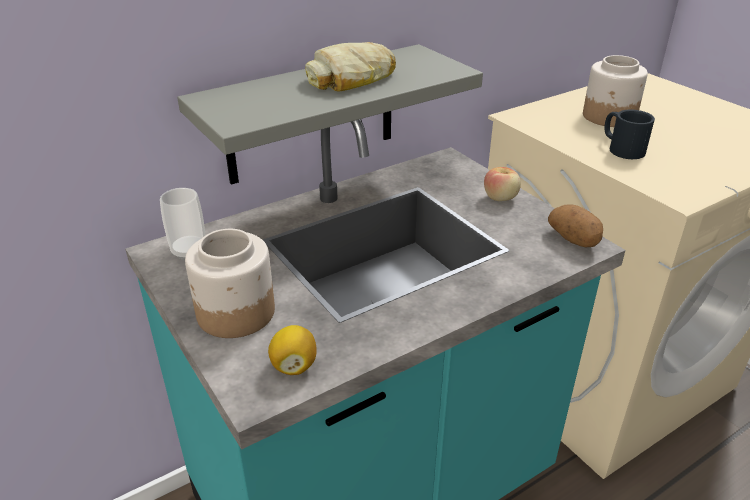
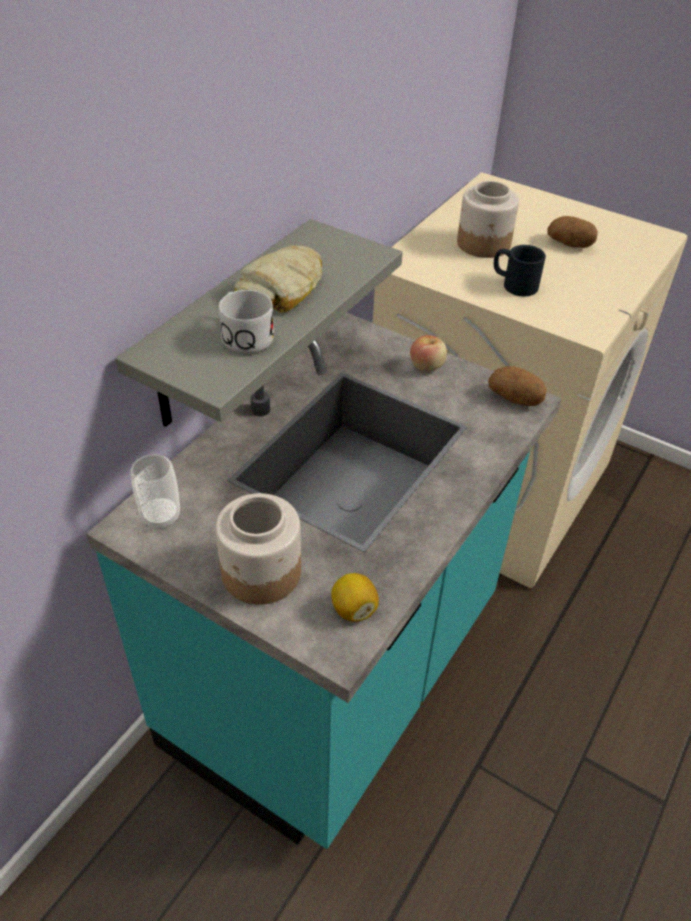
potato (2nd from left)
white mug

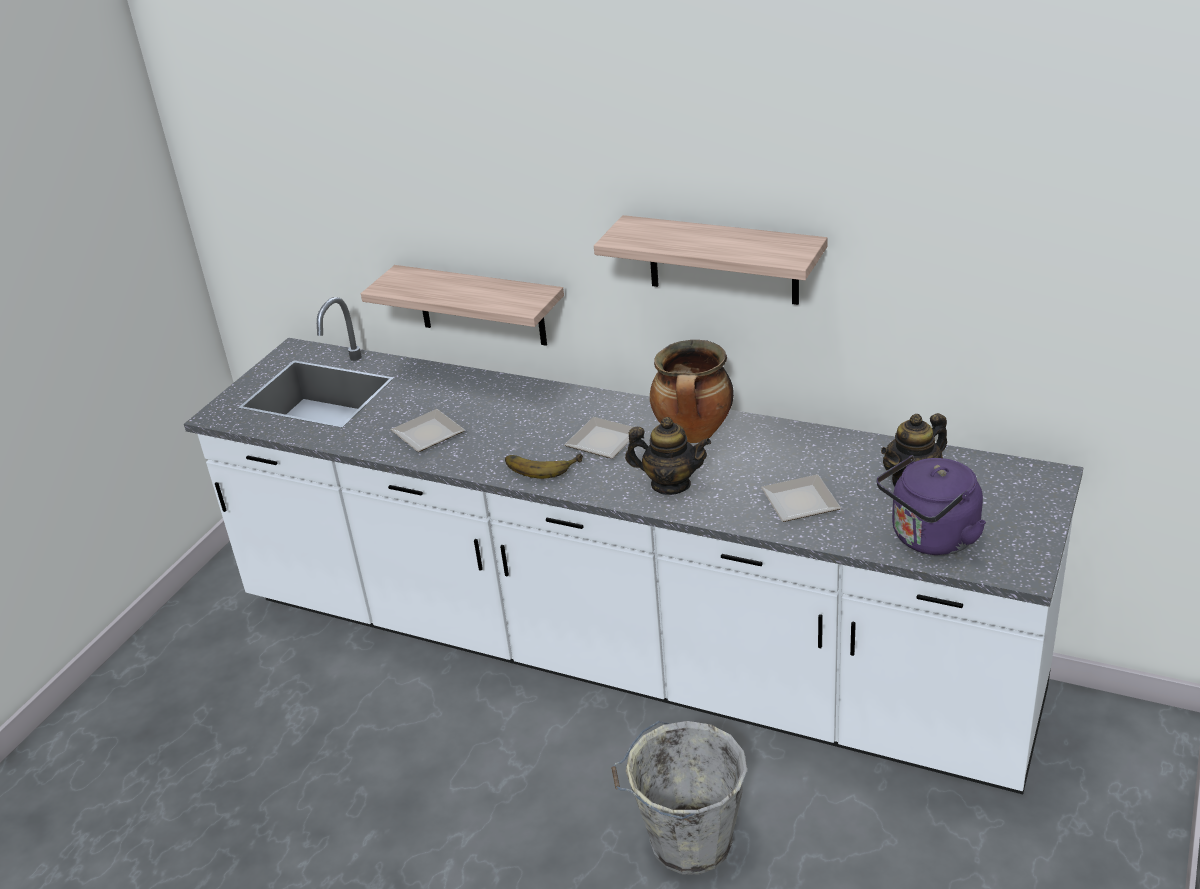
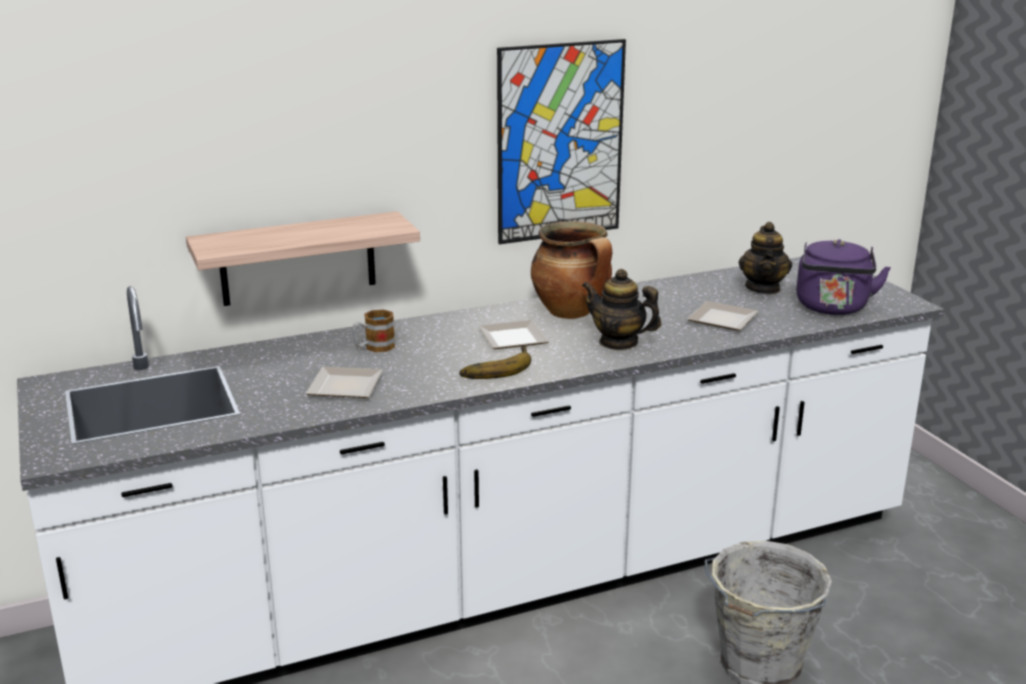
picture
pot for tea (1st from left)
mug

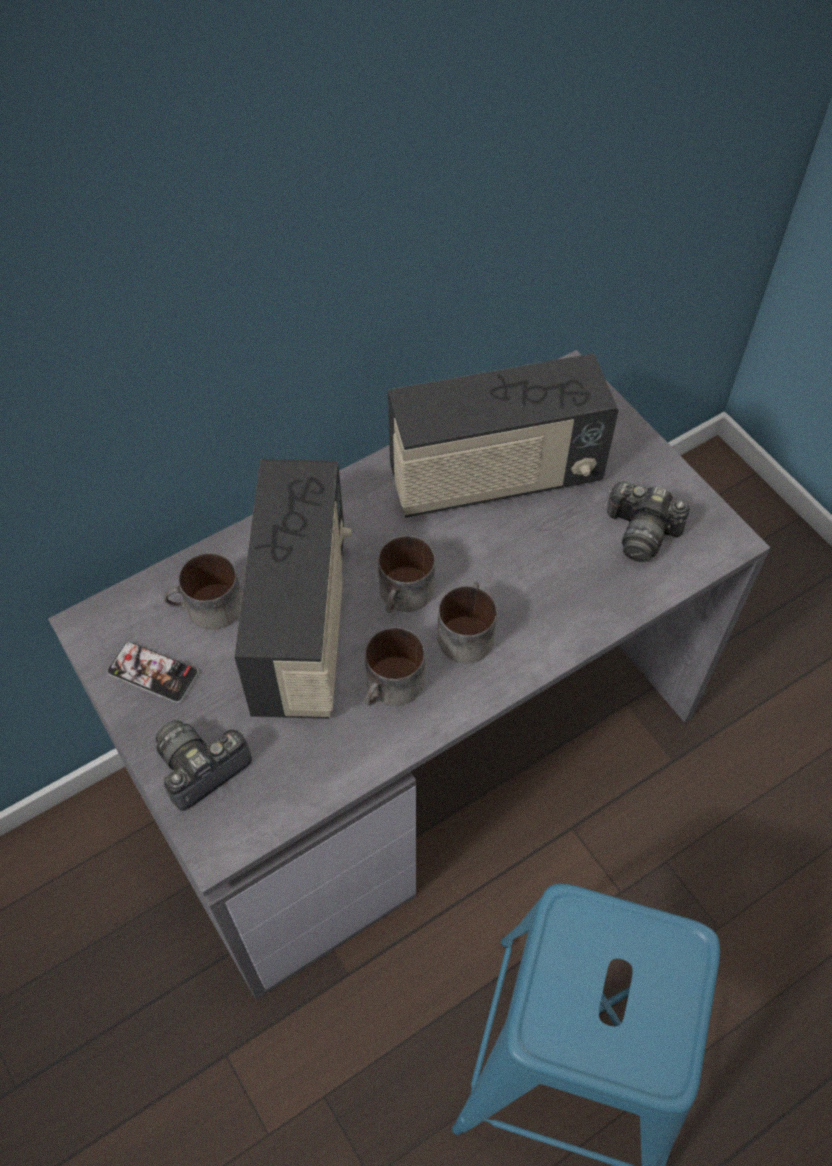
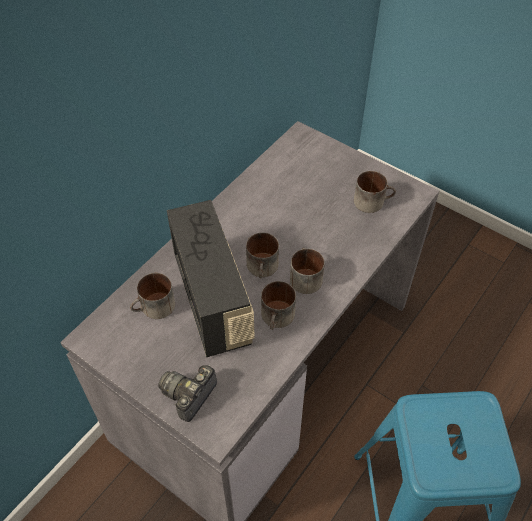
radio receiver (2nd from left in the first image)
mug (5th from left)
phone

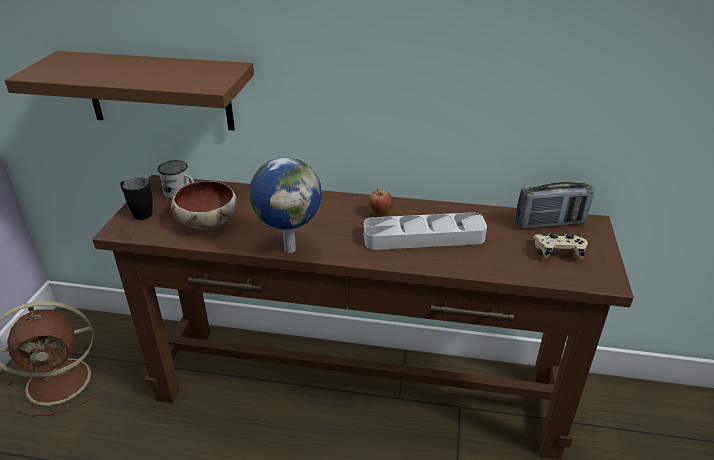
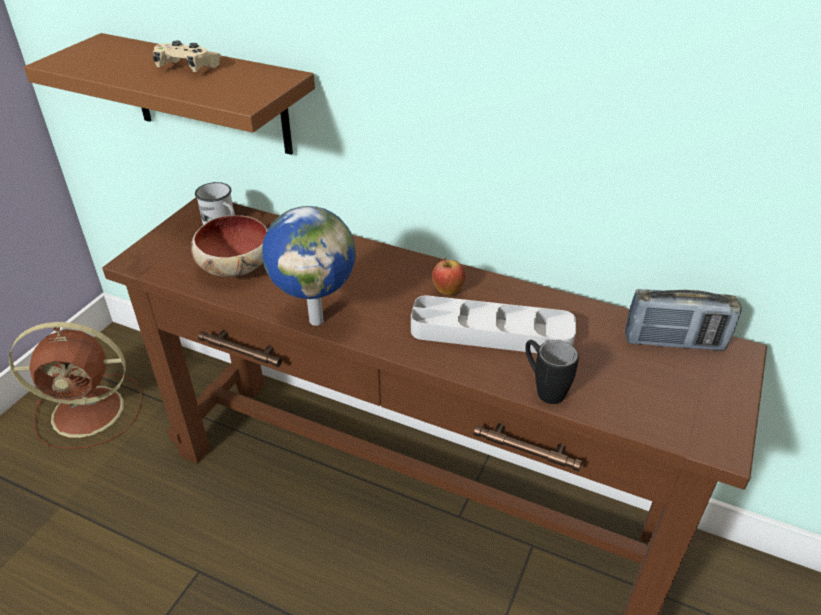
blackish mug
sand-coloured game controller

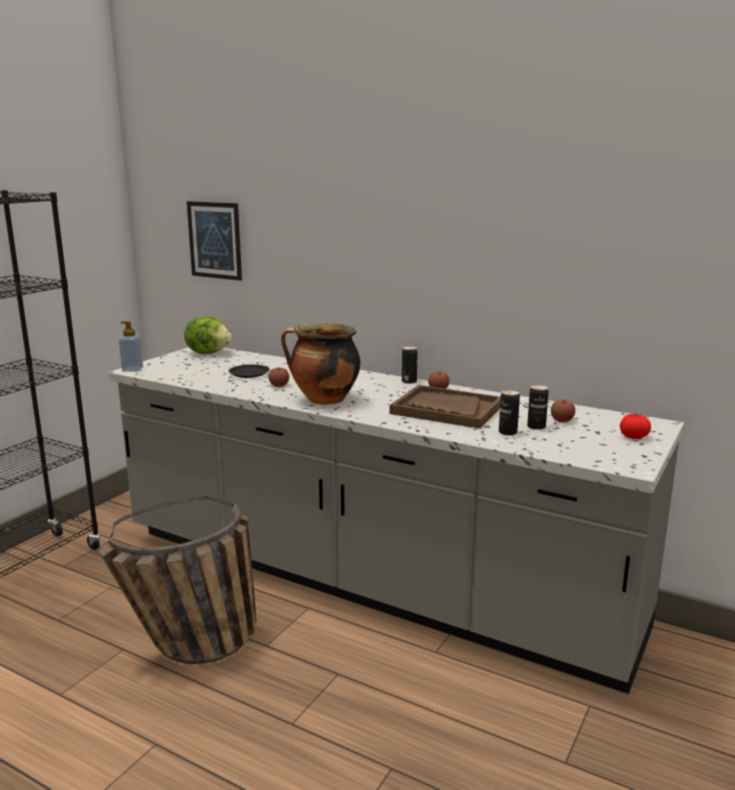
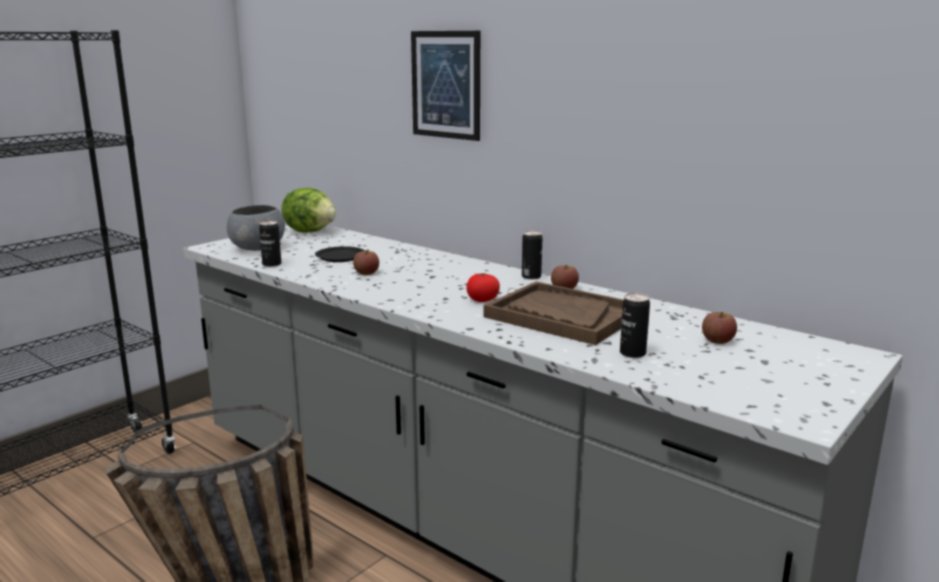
picture
liquid soap bottle
saucepot
sealed can (1st from left)
whole tomato
greyish deep dish

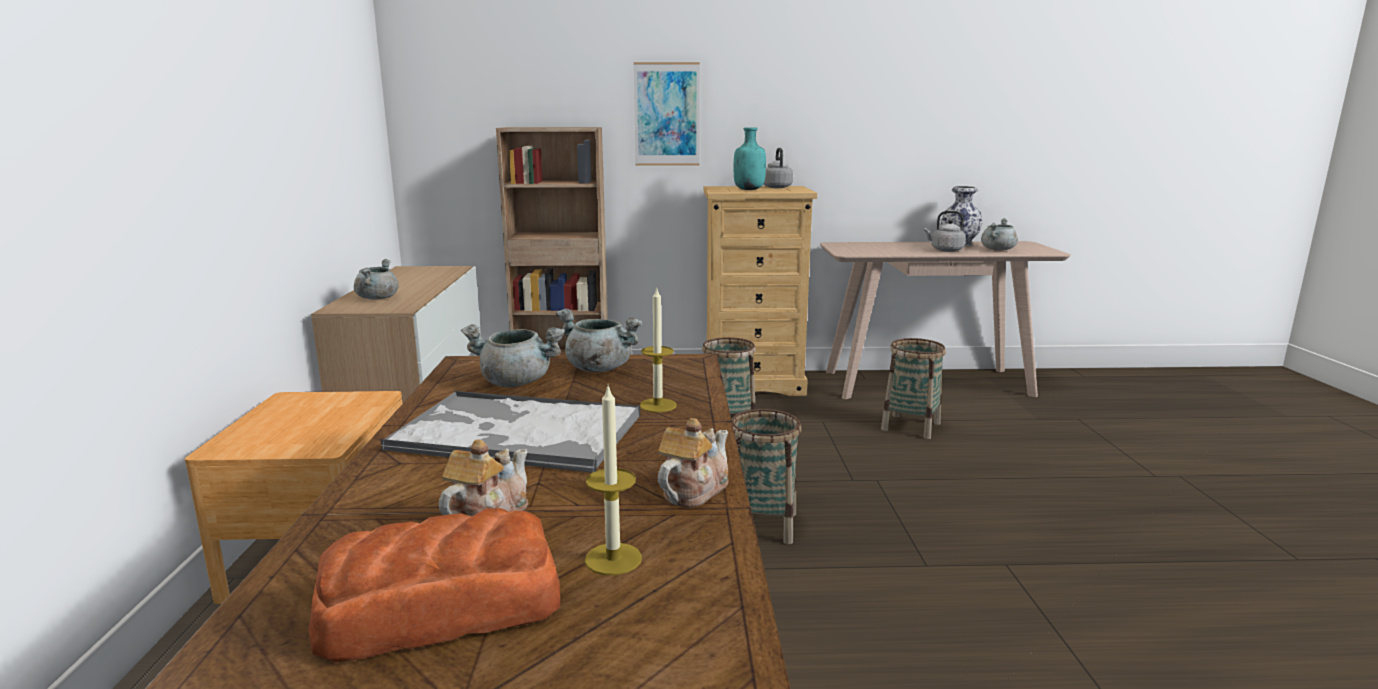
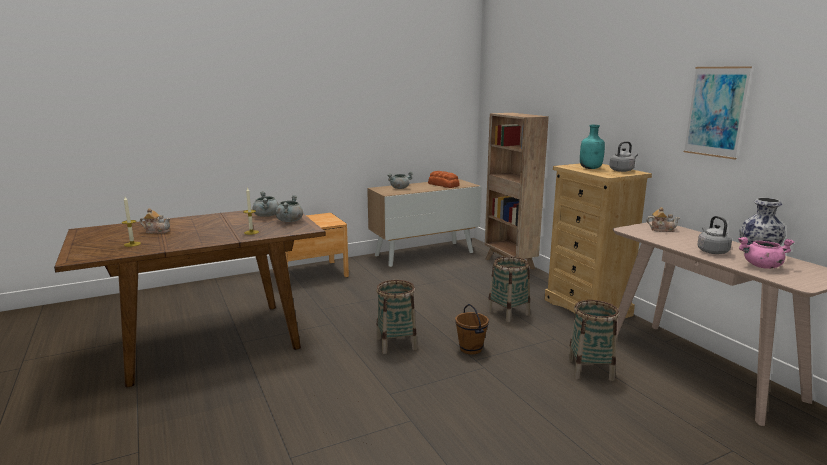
picture
pinkish saucepot
carrying tray
pot for tea (2nd from left)
bread
brown-coloured pail

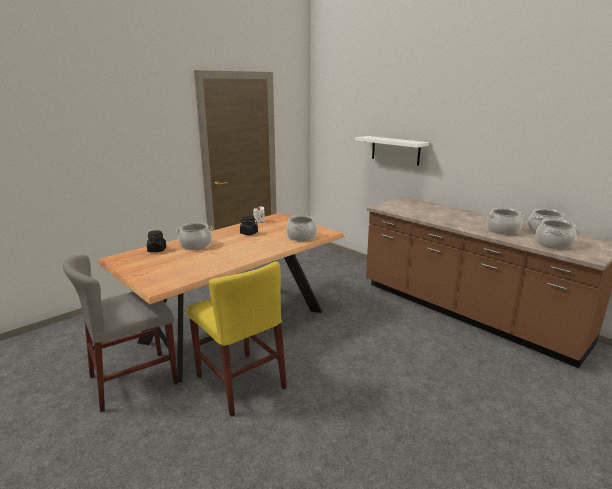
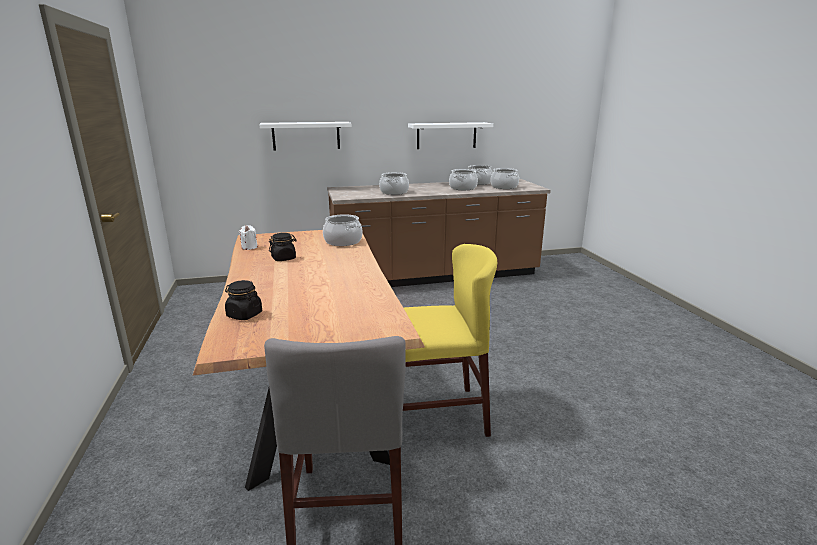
saucepot (2nd from left)
white wall shelf (2nd from left)

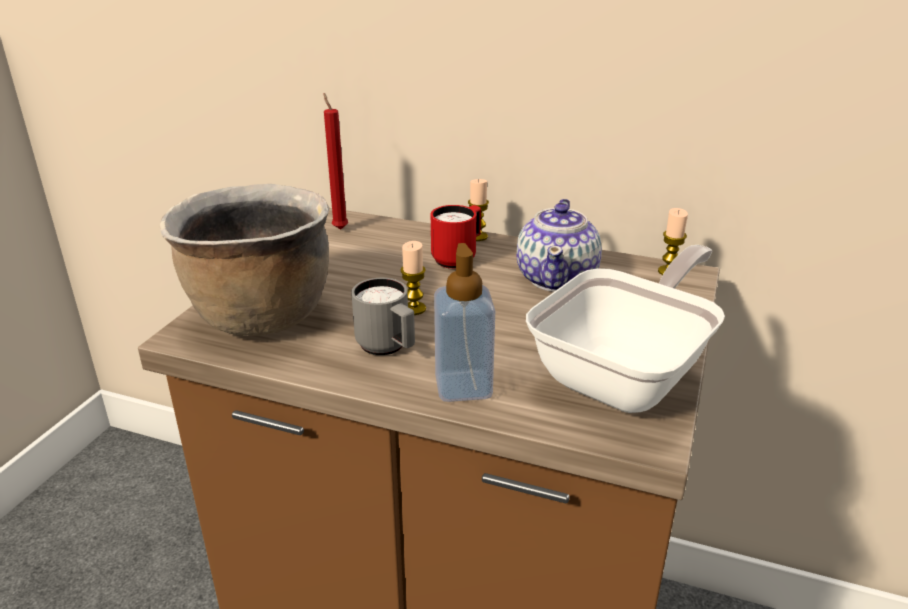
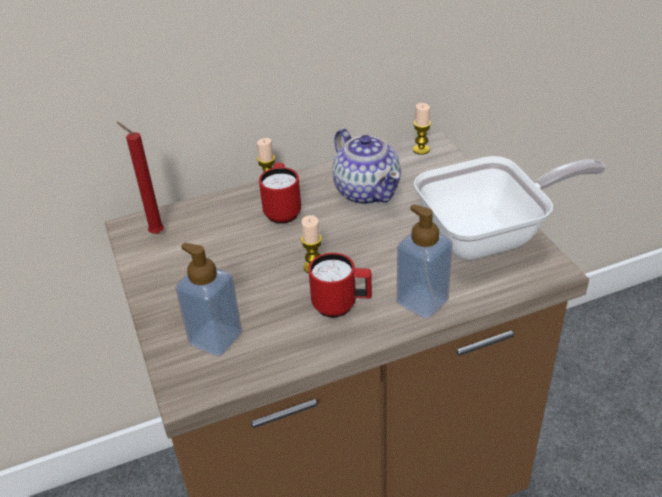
liquid soap bottle (1st from left)
frying pan
reddish mug (2nd from left)

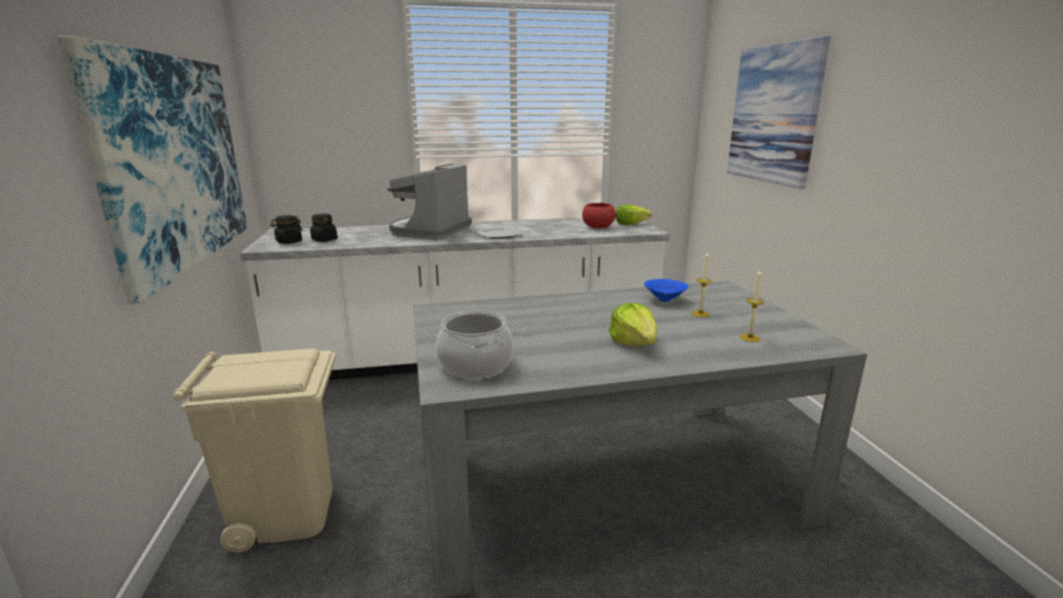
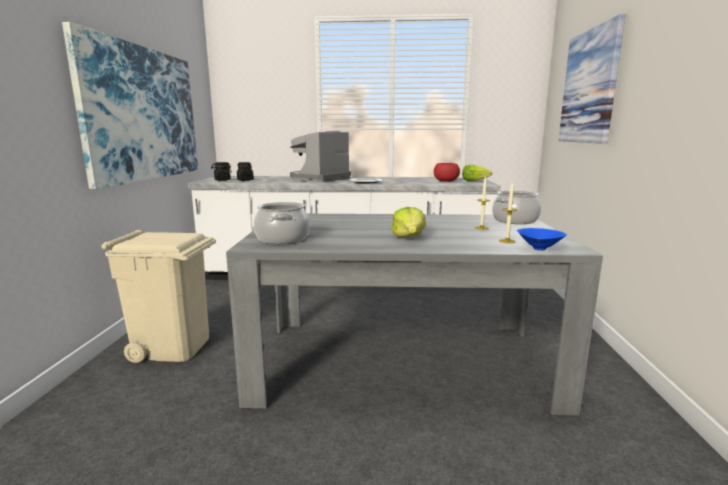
blue deep dish
saucepot (2nd from left)

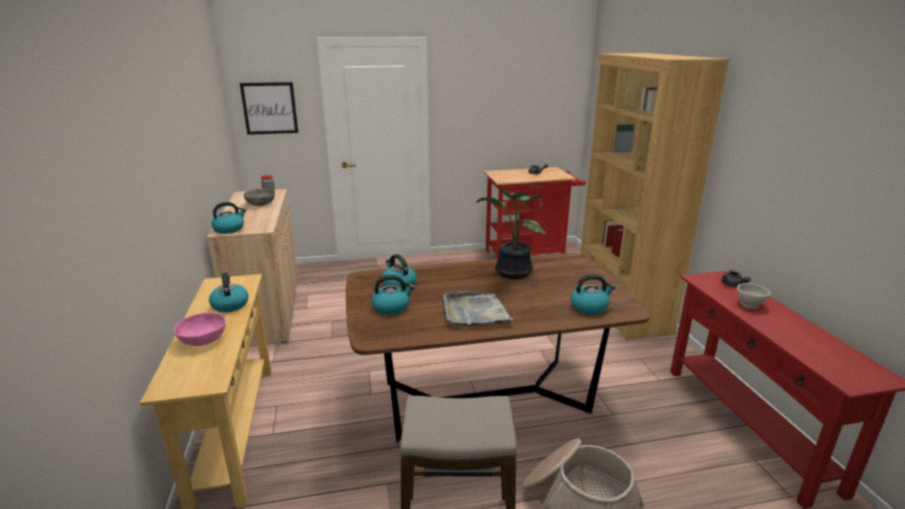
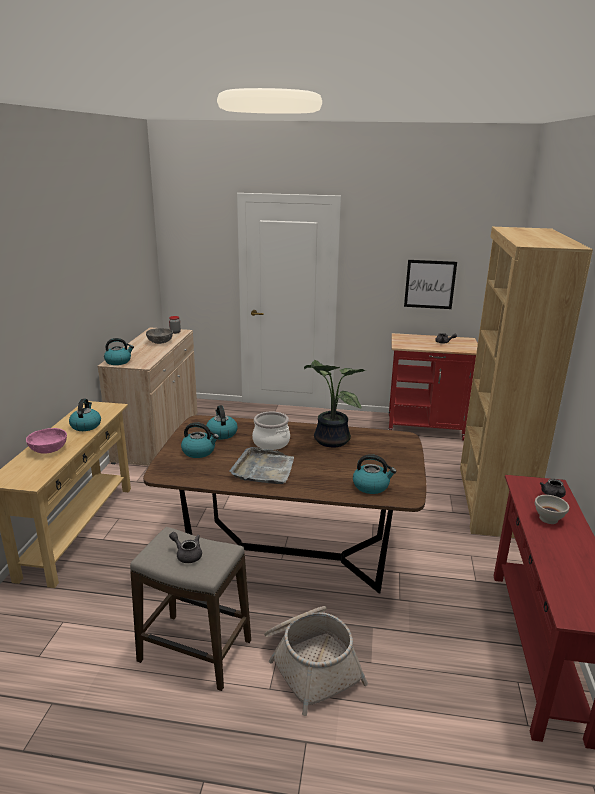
picture
saucepot
greyish pot for tea (1st from left)

